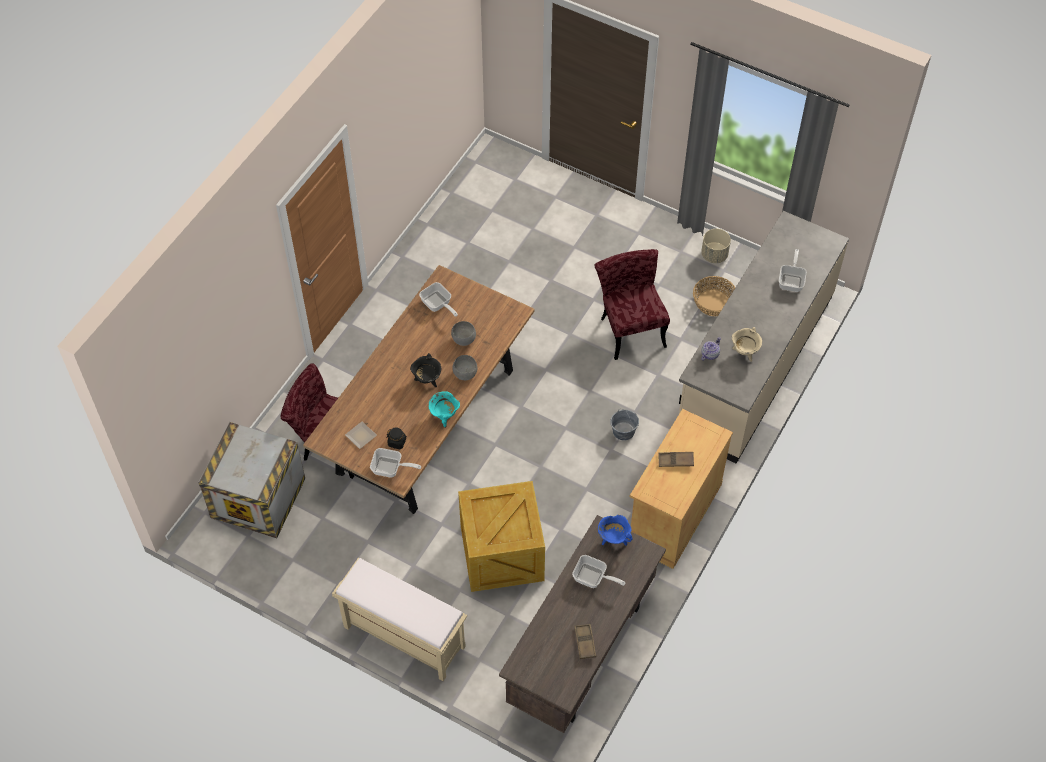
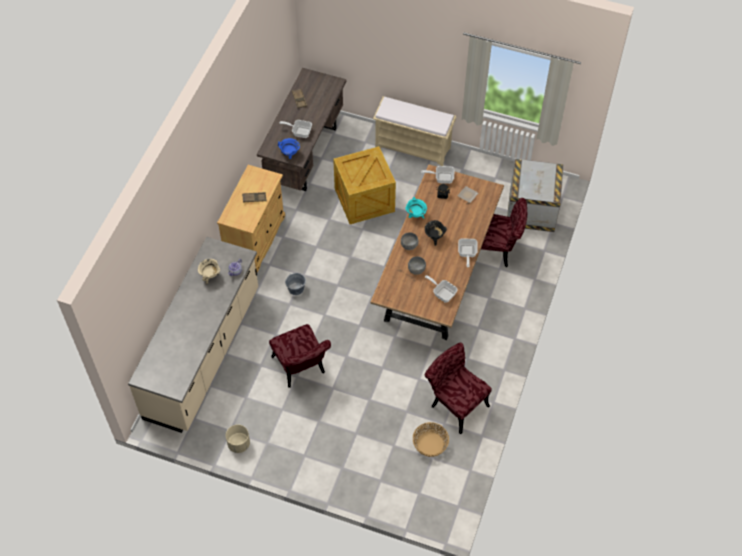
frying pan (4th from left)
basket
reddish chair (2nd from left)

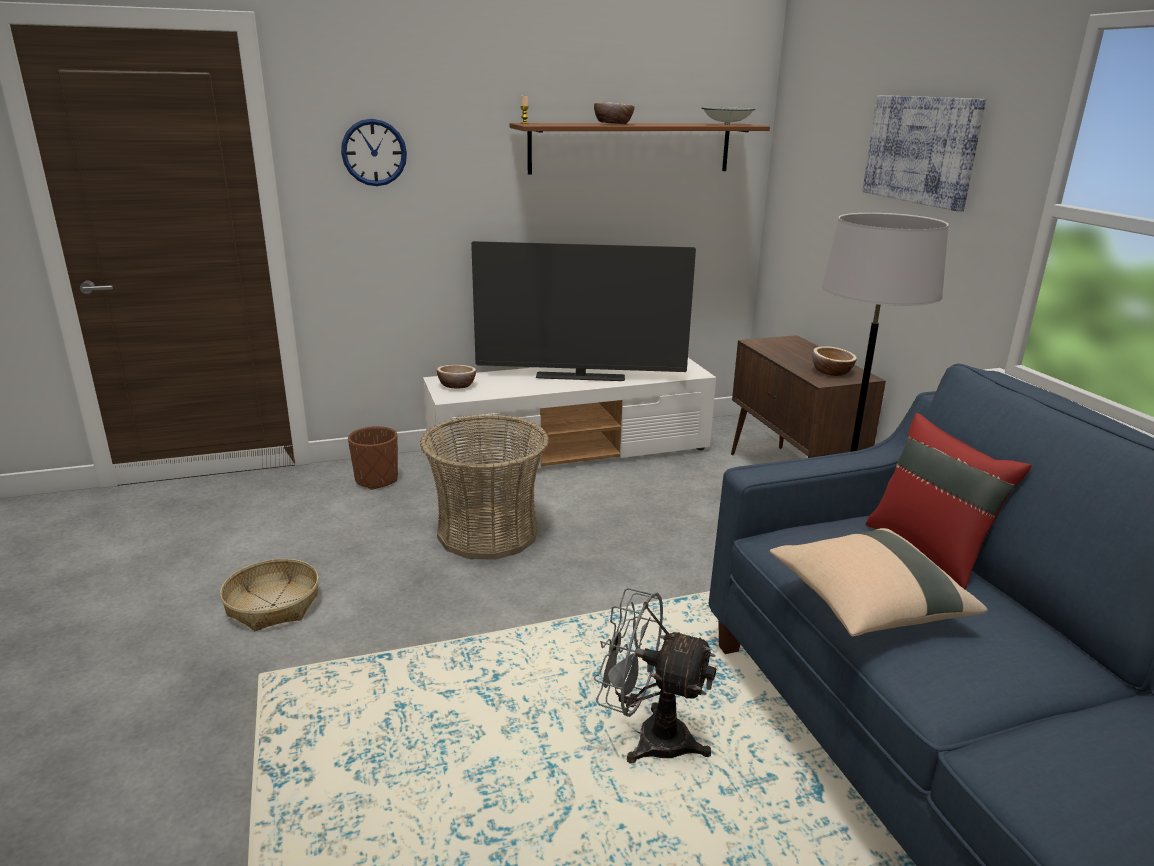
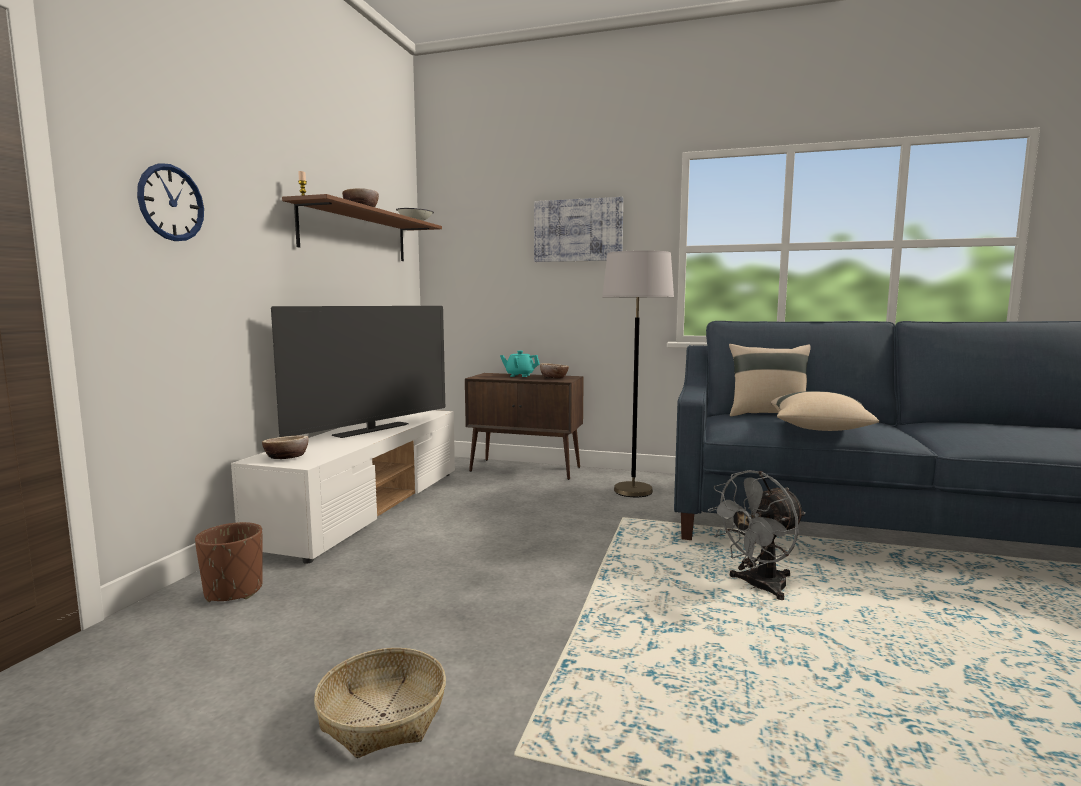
sand-coloured pillow (1st from left)
basket (2nd from left in the first image)
turquoise pot for tea

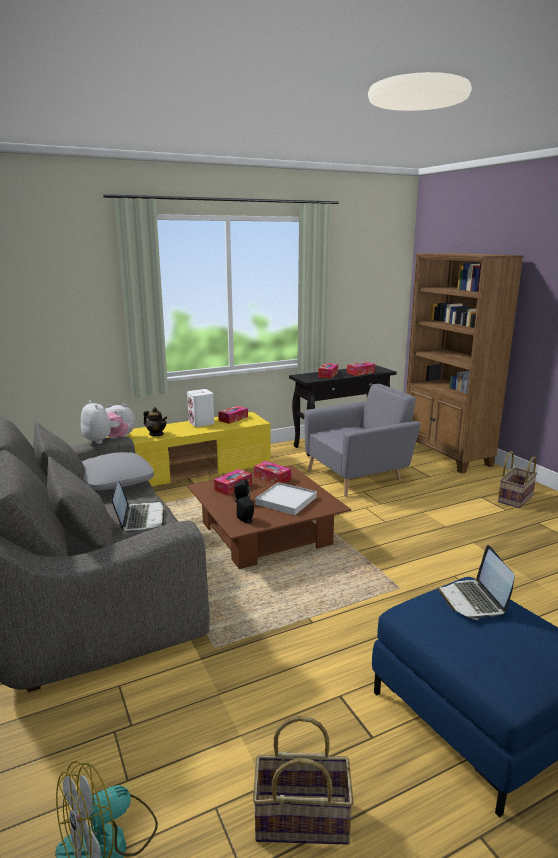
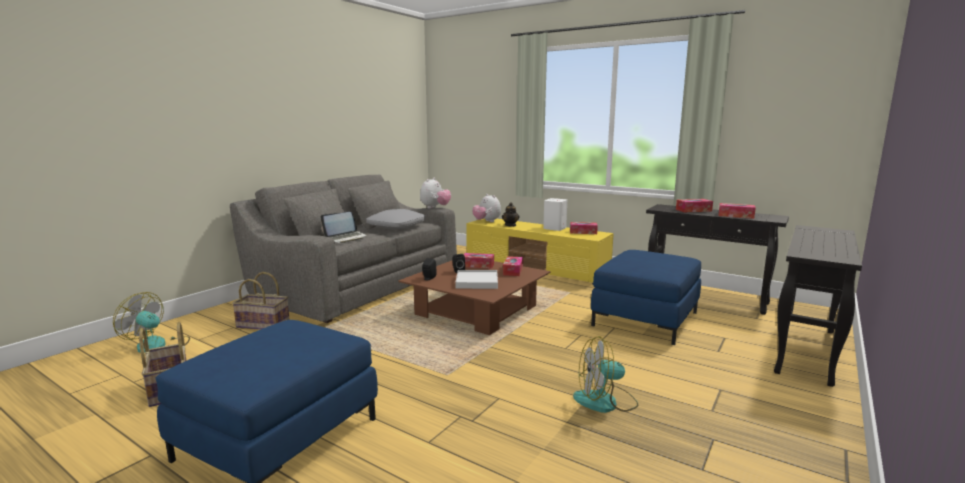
blackish console table (2nd from left)
blue pouffe (2nd from left)
basket (2nd from left)
notebook computer (2nd from left in the first image)
cooling fan (2nd from left)

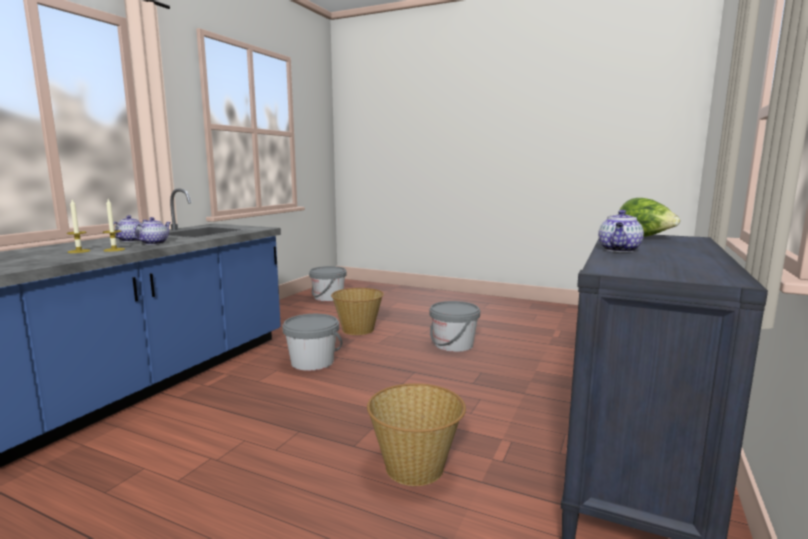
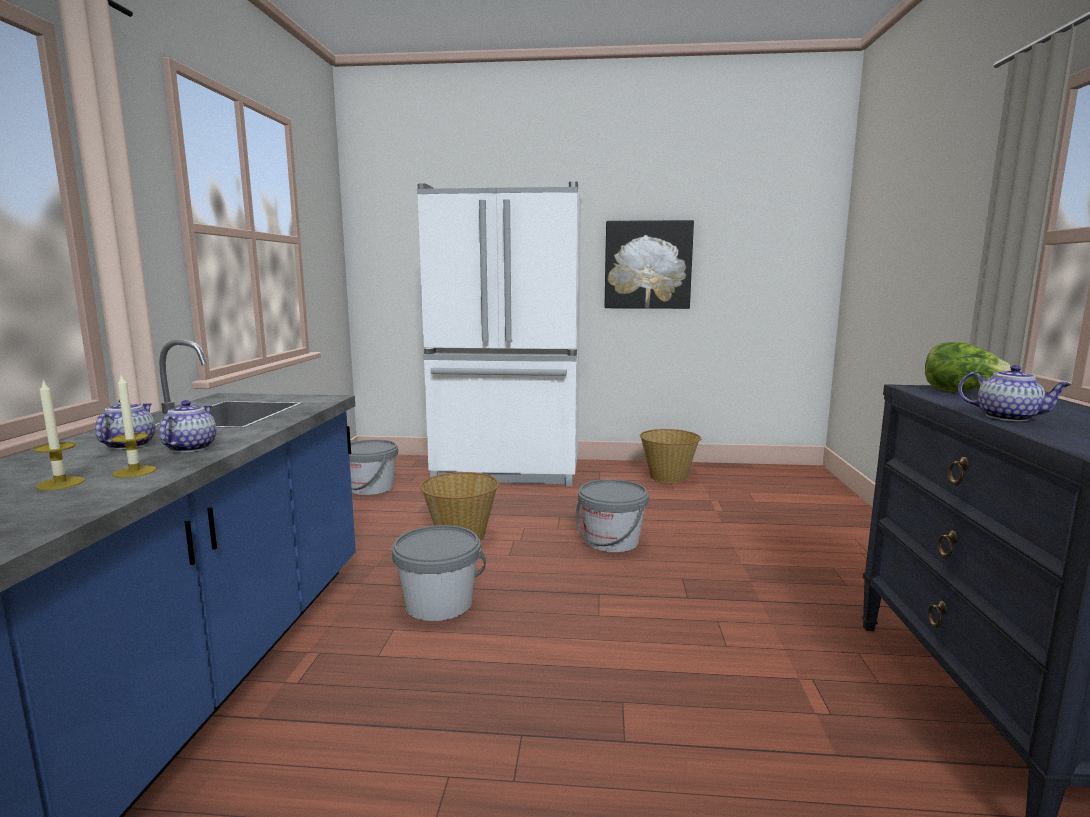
pot for tea (3rd from left)
basket (2nd from left)
white fridge
picture

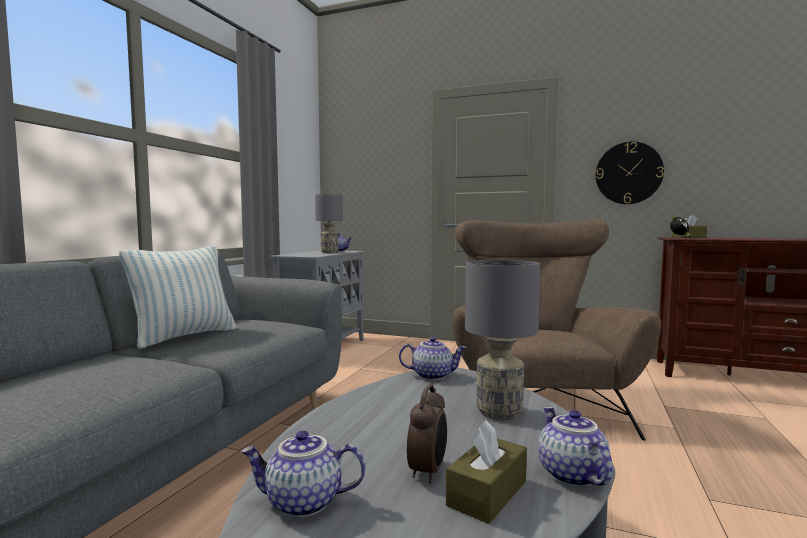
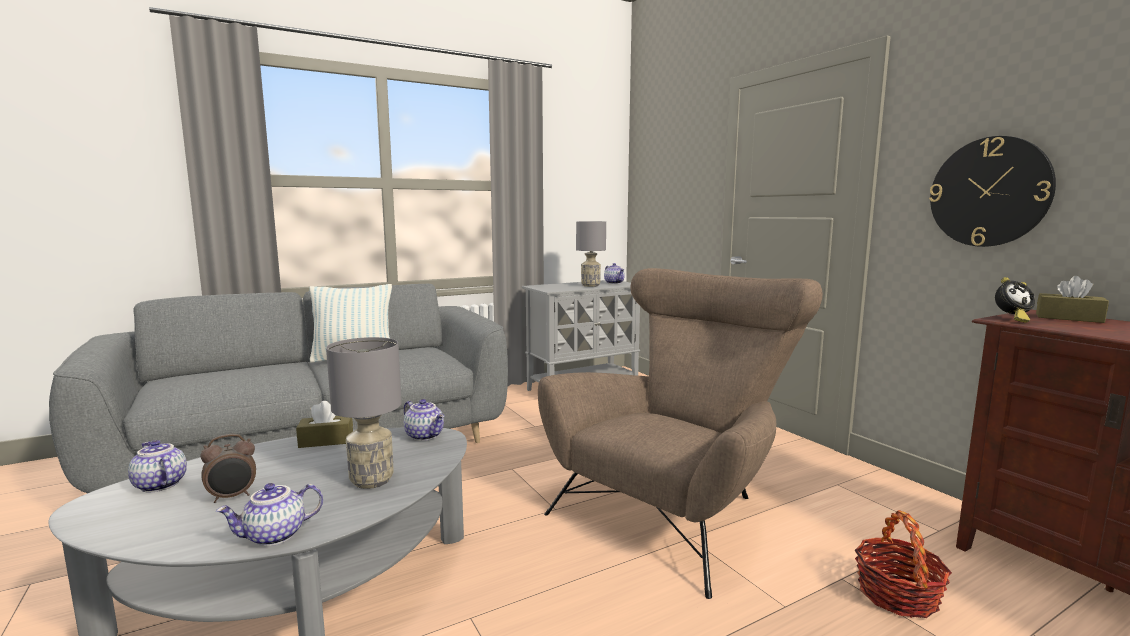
pot for tea (2nd from left)
brown-coloured tissue holder (1st from left)
basket

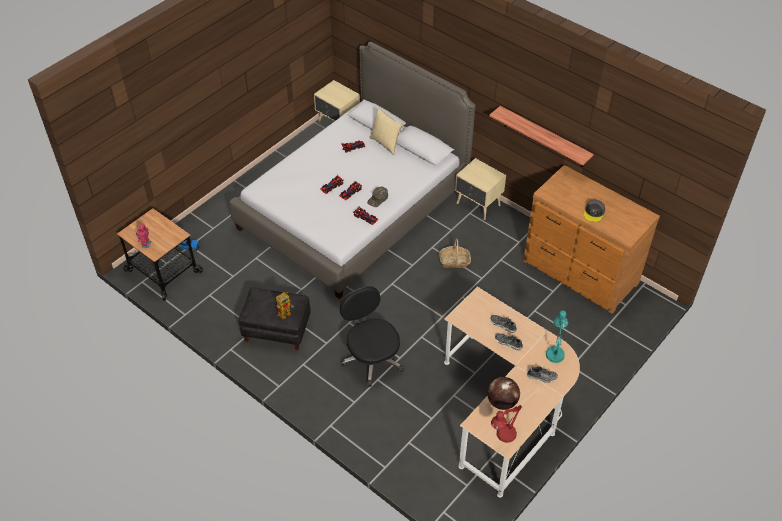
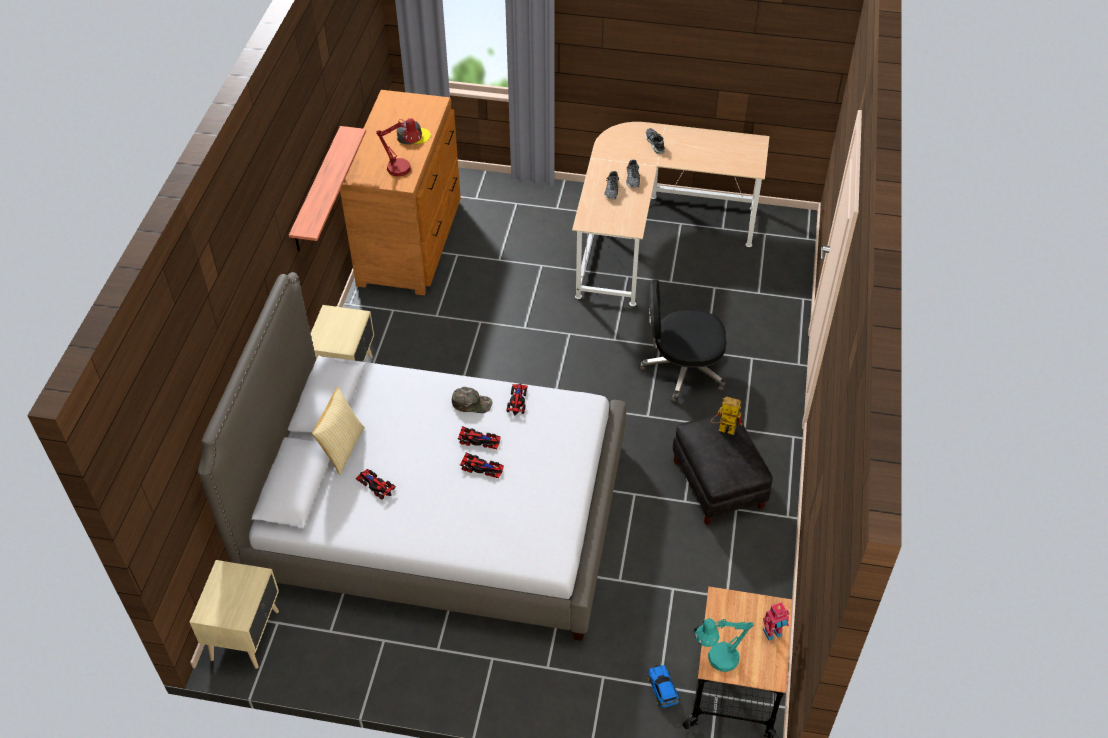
basket
blackish office chair
turquoise table lamp
world globe
reddish table lamp

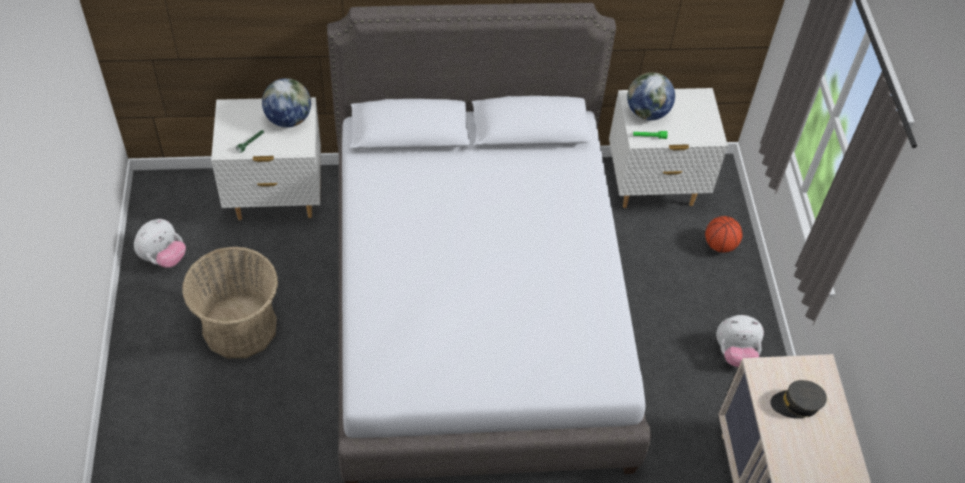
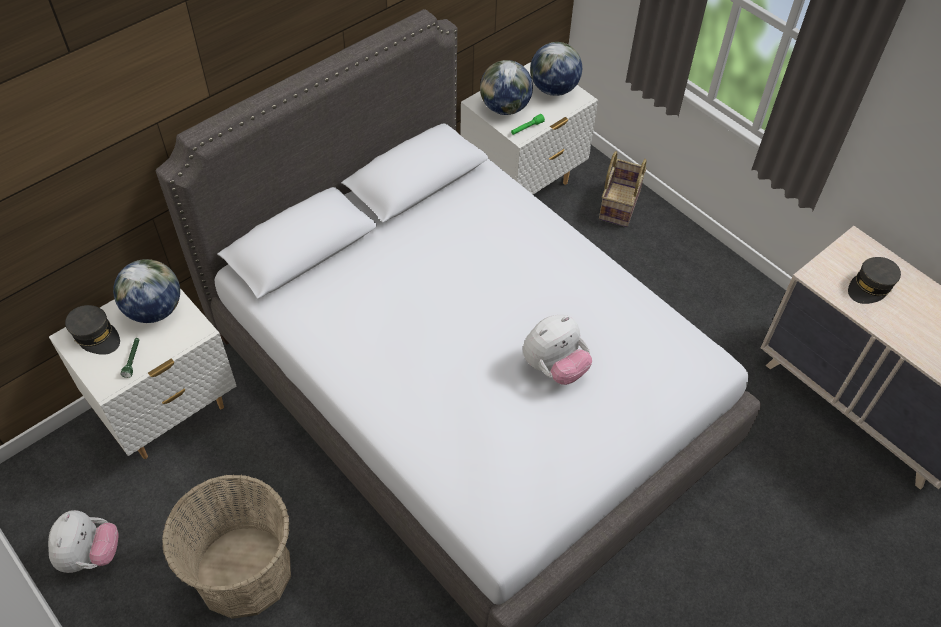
basket (2nd from left)
soft toy (2nd from left)
world globe (3rd from left)
greyish peaked cap (1st from left)

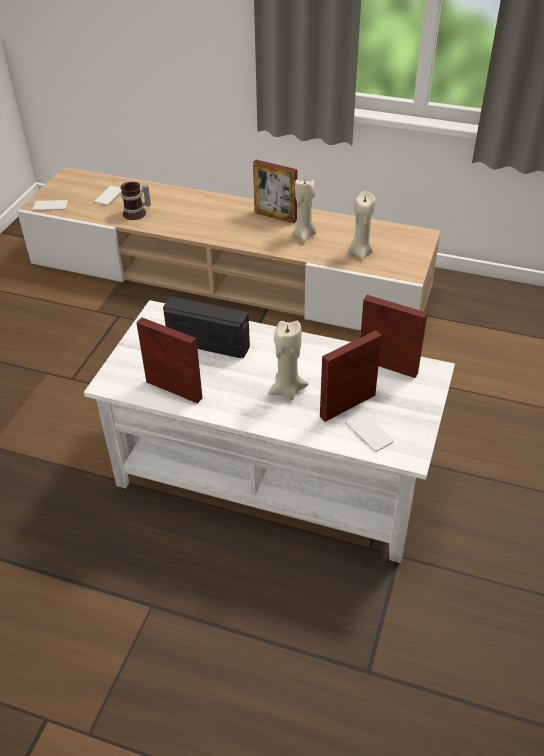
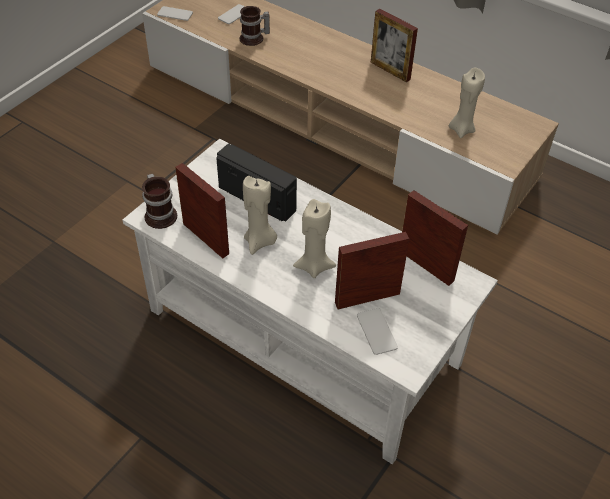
sand-coloured candle (1st from left)
mug (1st from left)

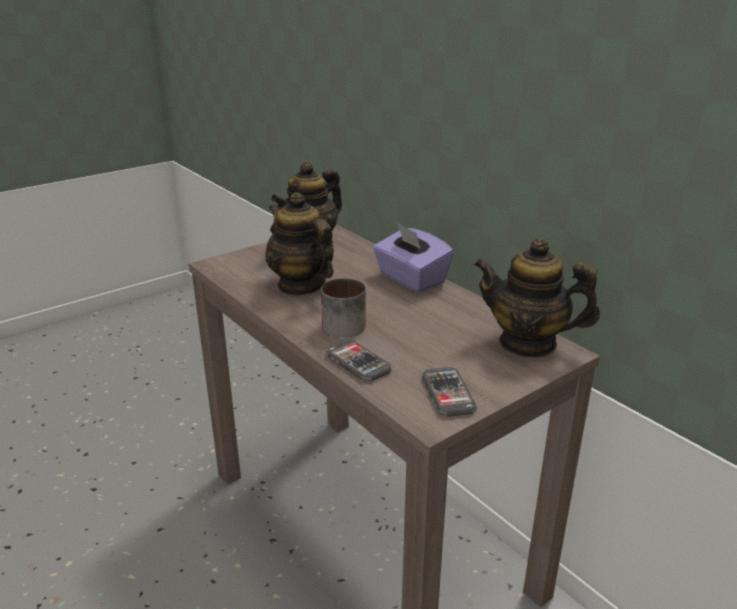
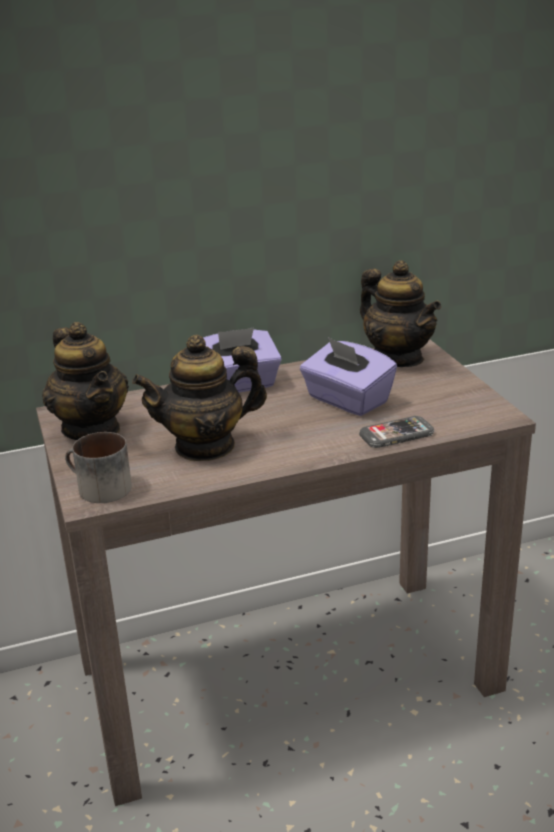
pot for tea (3rd from left)
mug
phone (2nd from left in the first image)
purple tissue holder (2nd from left)

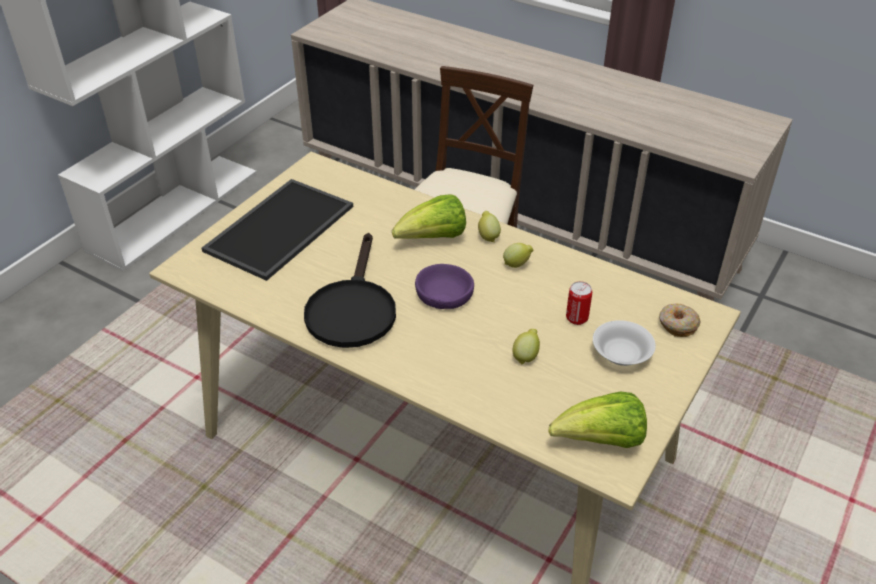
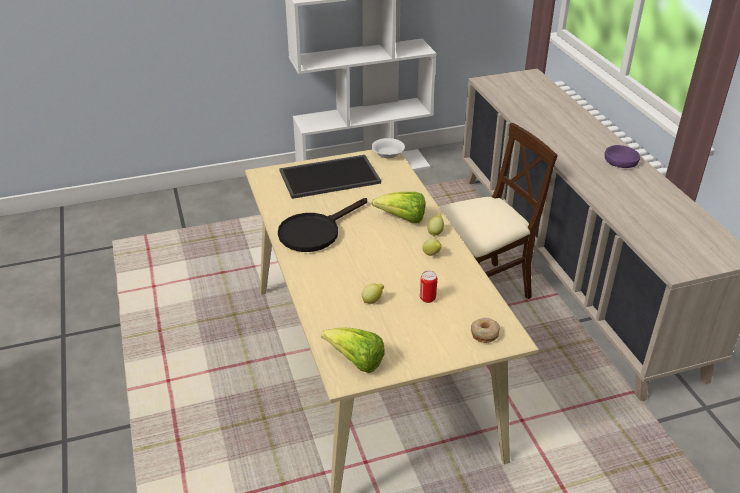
purple deep dish
white deep dish

